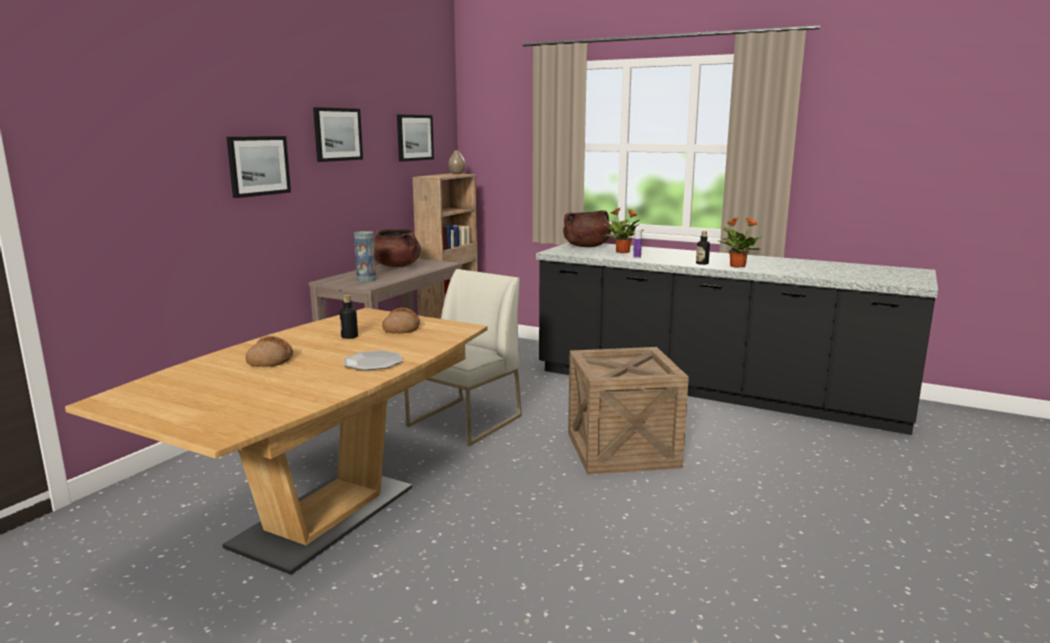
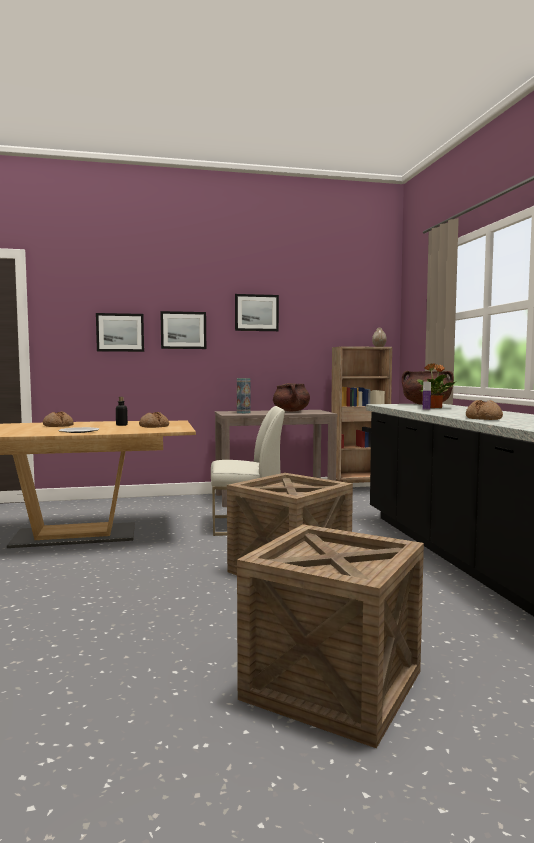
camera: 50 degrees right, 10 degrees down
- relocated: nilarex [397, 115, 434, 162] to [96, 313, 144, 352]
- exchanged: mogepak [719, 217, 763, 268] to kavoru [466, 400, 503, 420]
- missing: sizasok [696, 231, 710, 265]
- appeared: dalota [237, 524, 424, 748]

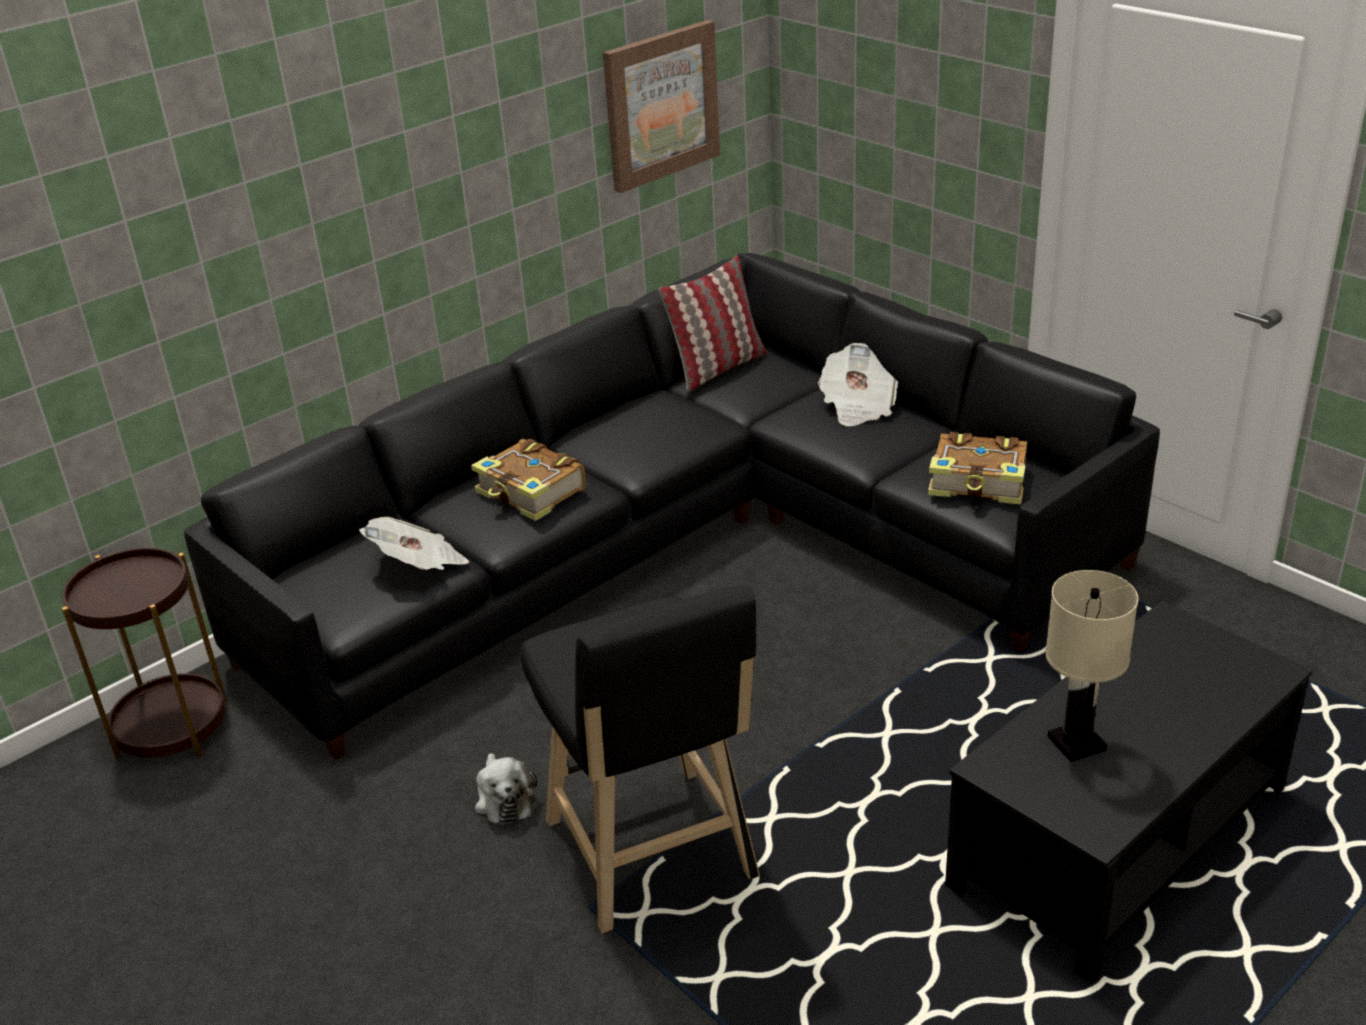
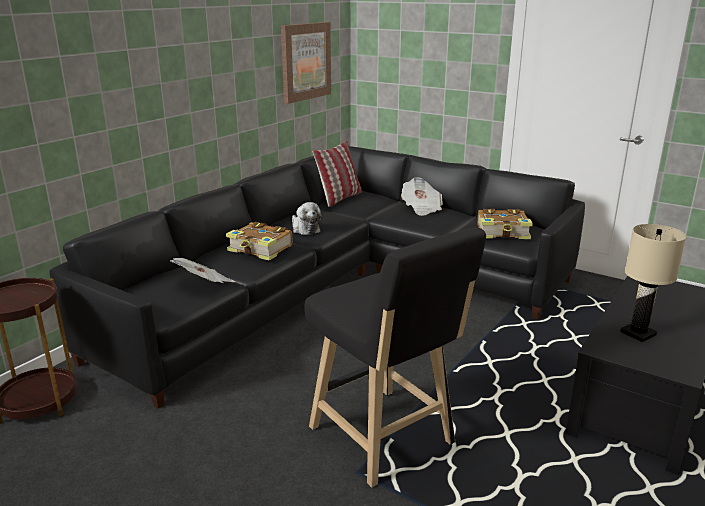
camera: 15 degrees left, 10 degrees down
- relocated: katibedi [475, 753, 538, 825] to [292, 202, 322, 235]

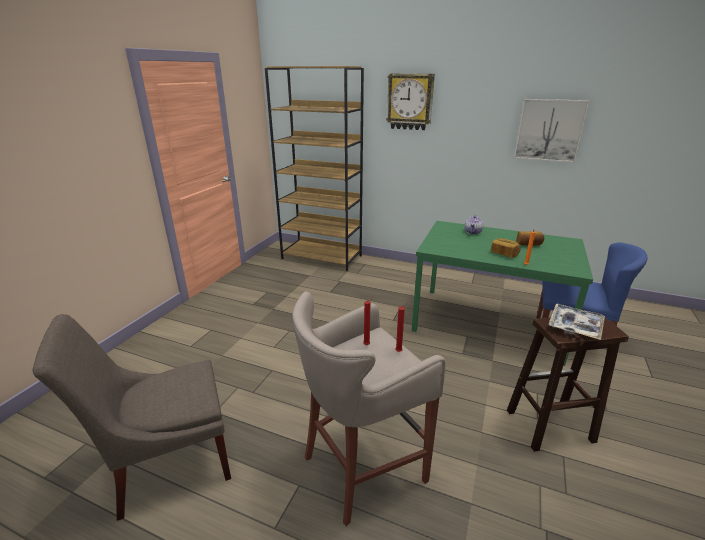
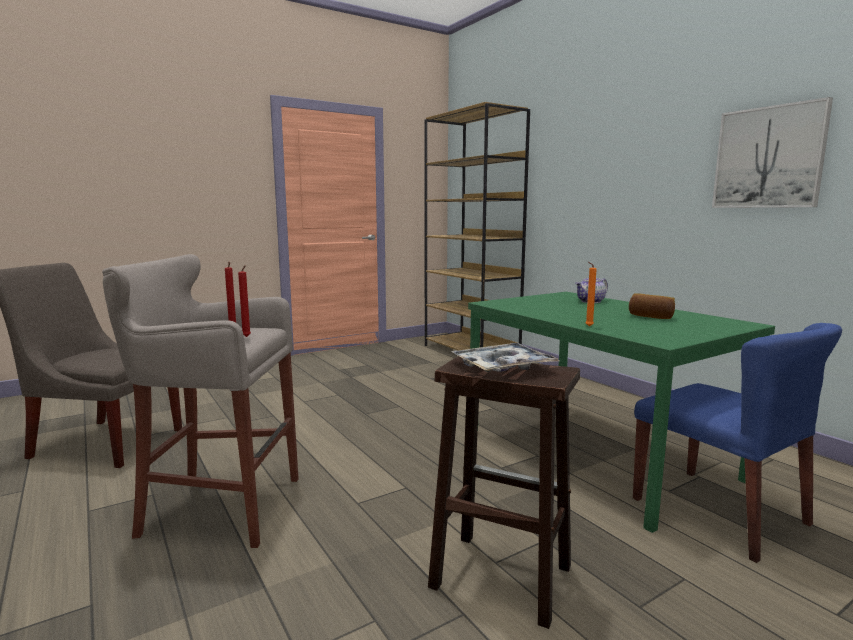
camera: 35 degrees right, 15 degrees down
- missing: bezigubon [386, 74, 435, 130]
- missing: kavoru [491, 238, 521, 258]

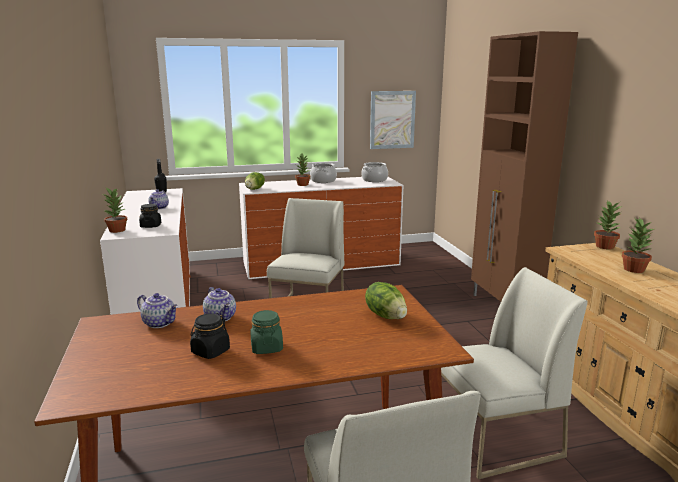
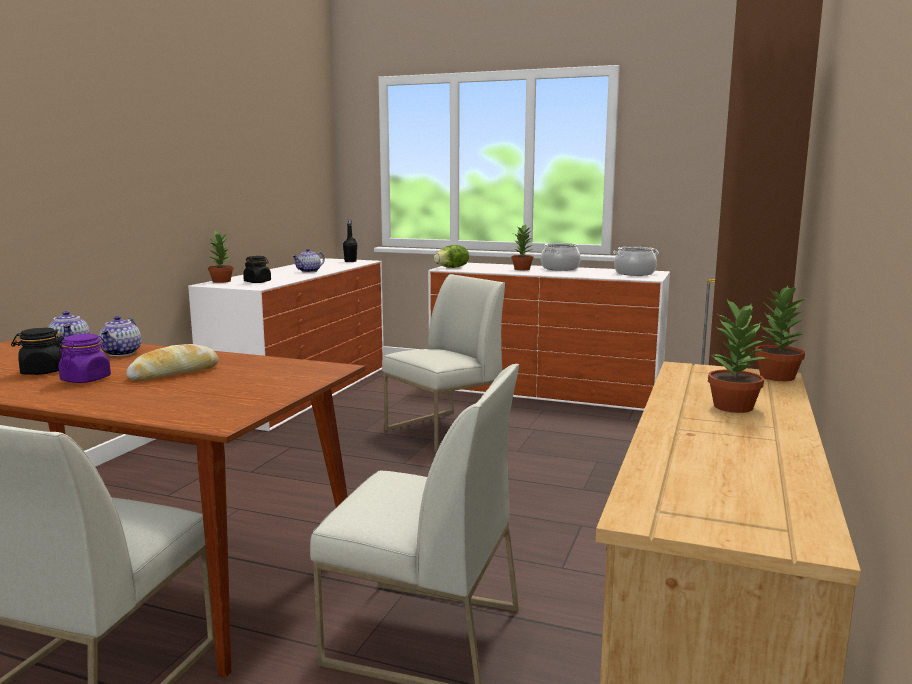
camera: 35 degrees right, 5 degrees down
- missing: nilarex [370, 91, 416, 149]
- missing: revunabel [365, 282, 407, 319]
- colour: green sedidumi [250, 310, 283, 354] to purple sedidumi [58, 334, 111, 383]
- appeared: kavoru [126, 344, 219, 381]

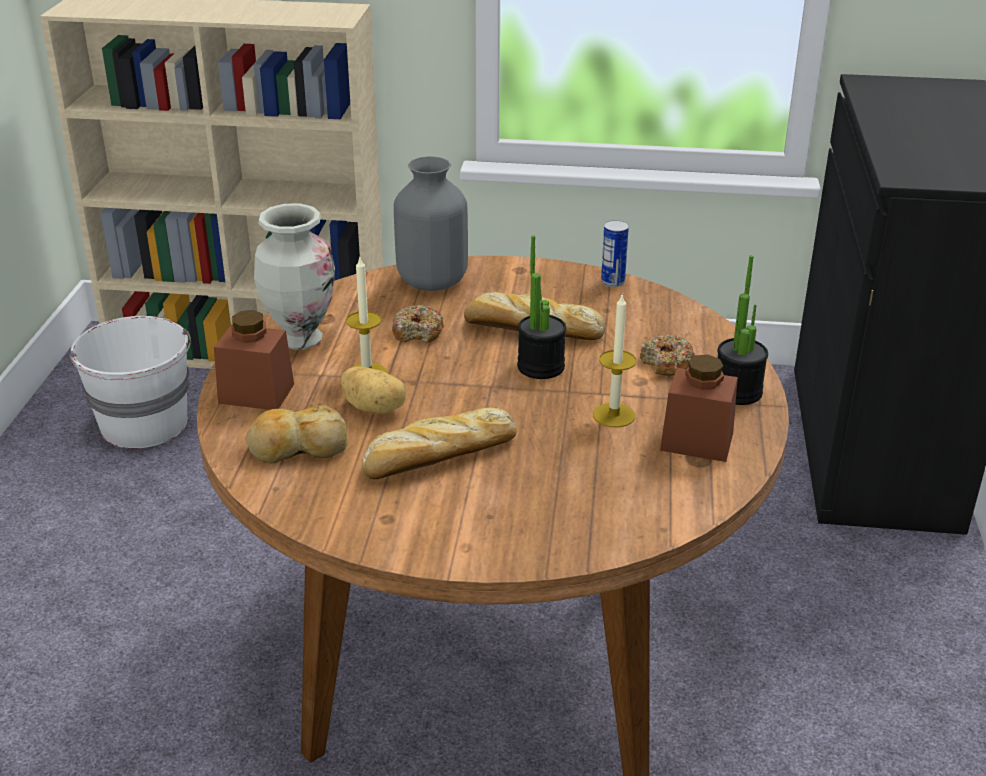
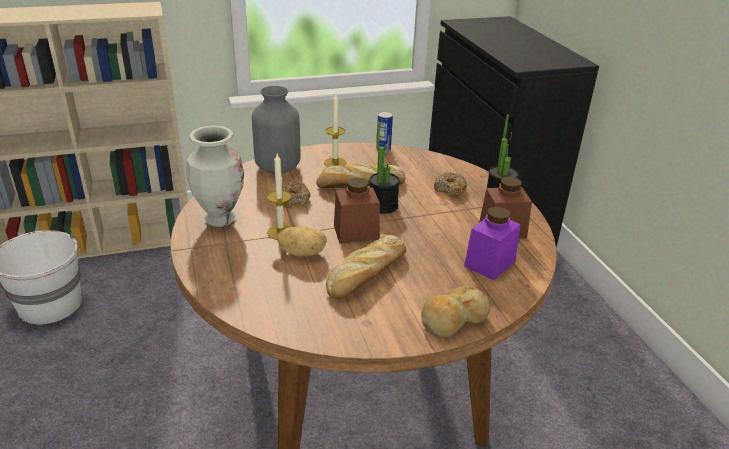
camera: 25 degrees left, 0 degrees up
- relocated: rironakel [593, 293, 636, 428] to [324, 94, 347, 167]
- relocated: brown sedidumi [214, 310, 294, 410] to [334, 177, 380, 243]
- relocated: kavoru [246, 405, 348, 464] to [421, 285, 490, 338]
- appeared: purple sedidumi [464, 206, 521, 280]

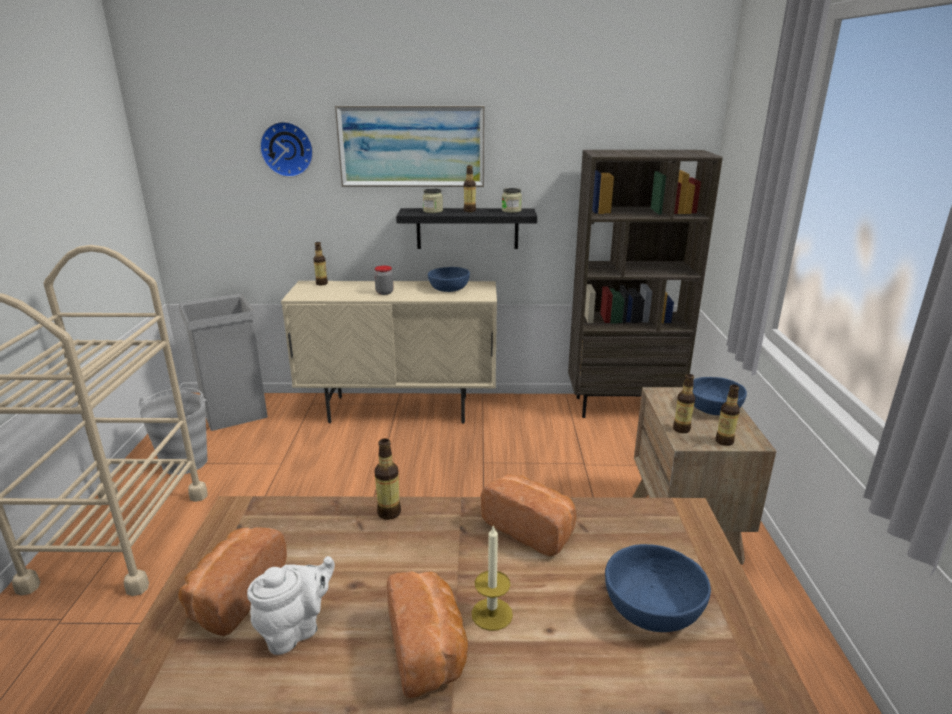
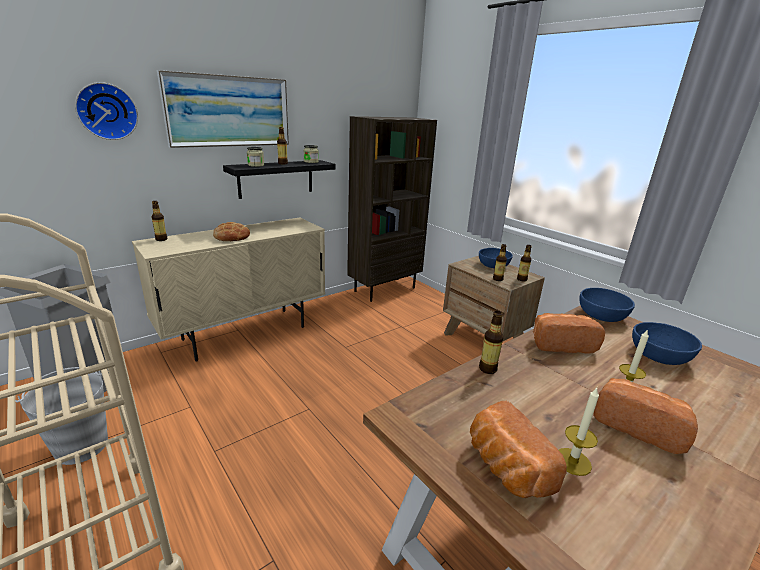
camera: 40 degrees left, 0 degrees up
- exchanged: sedidumi [374, 266, 394, 295] to kavoru [213, 222, 250, 241]
- relocated: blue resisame [428, 267, 470, 292] to [579, 288, 635, 322]
- exchanged: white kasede [247, 556, 335, 655] to rironakel [559, 388, 599, 476]

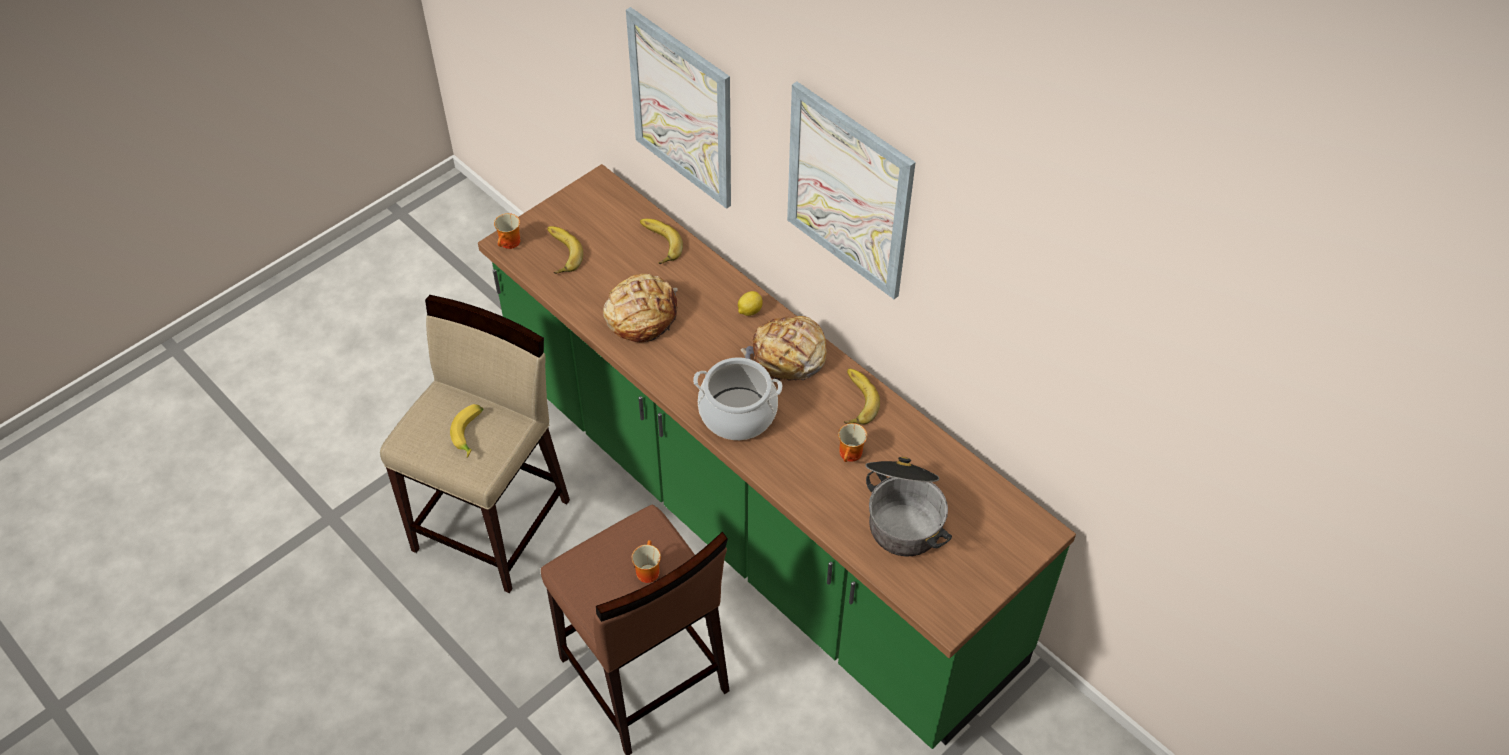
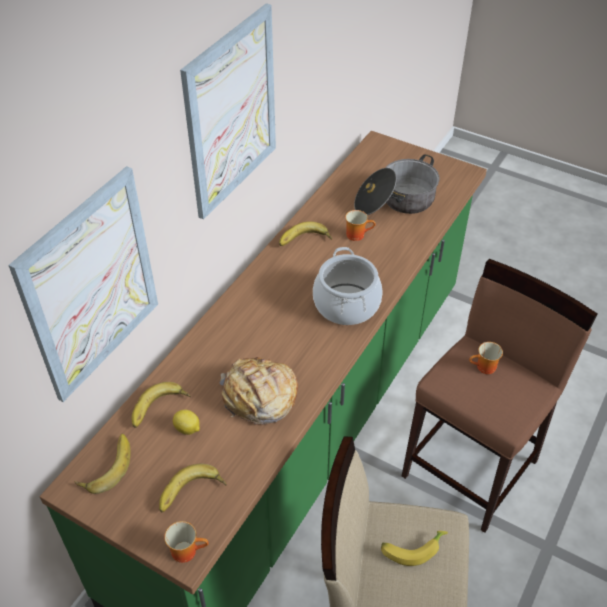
camera: 105 degrees left, 5 degrees down
- relocated: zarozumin [738, 291, 763, 316] to [173, 409, 200, 435]
- missing: kavoru [741, 316, 827, 383]
- appeared: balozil [74, 434, 130, 494]

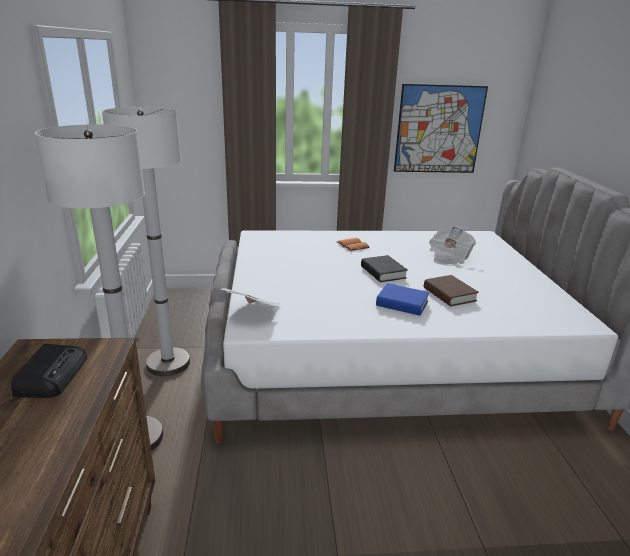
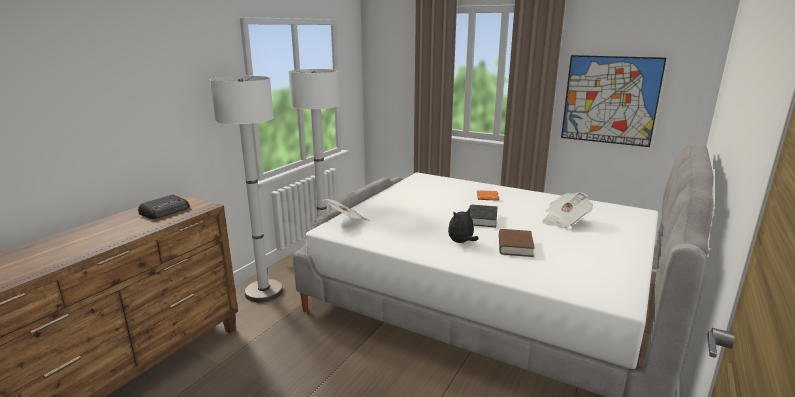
camera: 35 degrees right, 5 degrees down
- exchanged: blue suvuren [376, 283, 429, 316] to katibedi [448, 208, 479, 243]

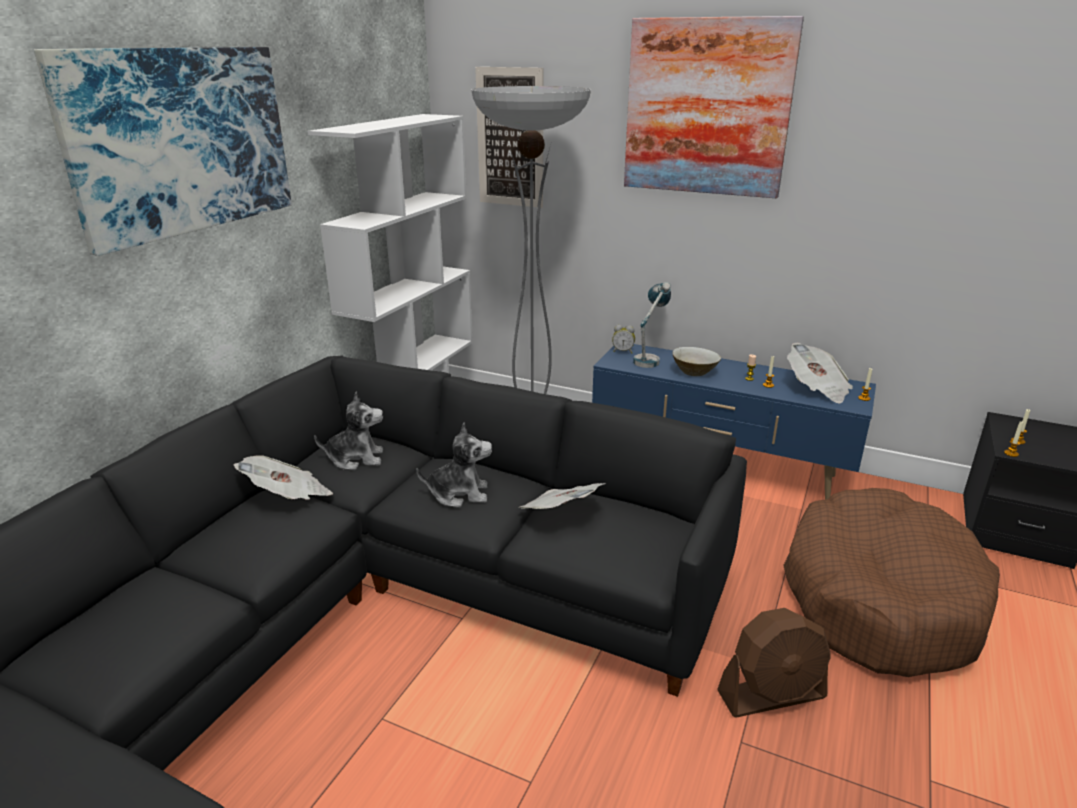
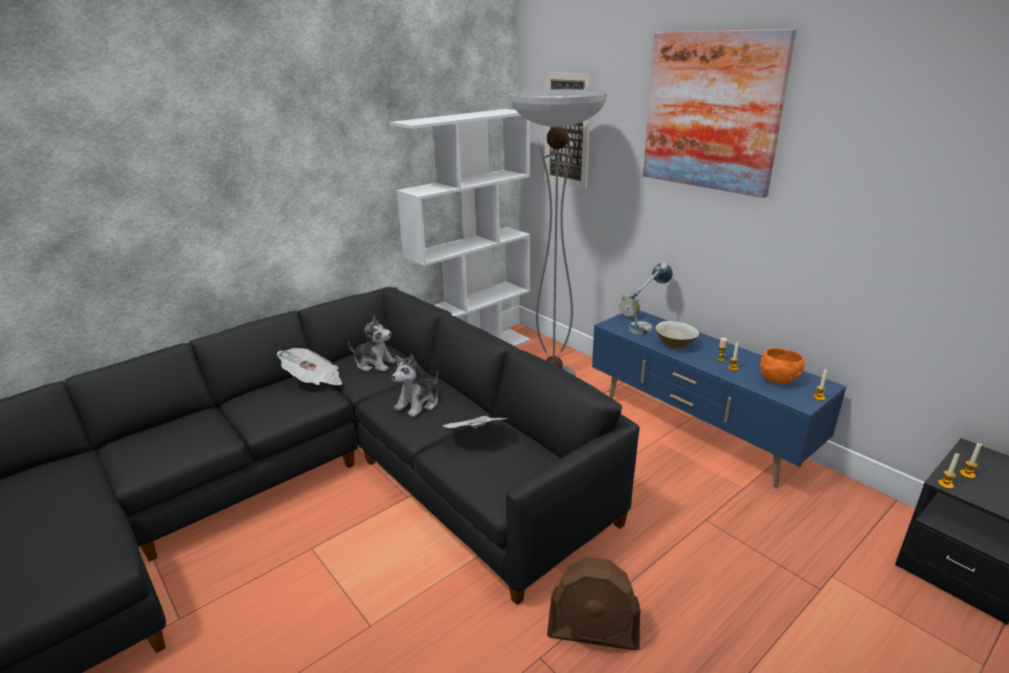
camera: 25 degrees right, 0 degrees up
- missing: nilarex [34, 47, 292, 256]
- exchanged: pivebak [787, 343, 853, 404] to orange resisame [760, 348, 805, 384]
- spun: katibedi [416, 423, 492, 508] = [392, 354, 438, 417] 105 degrees clockwise
- missing: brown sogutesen [783, 488, 1000, 677]

